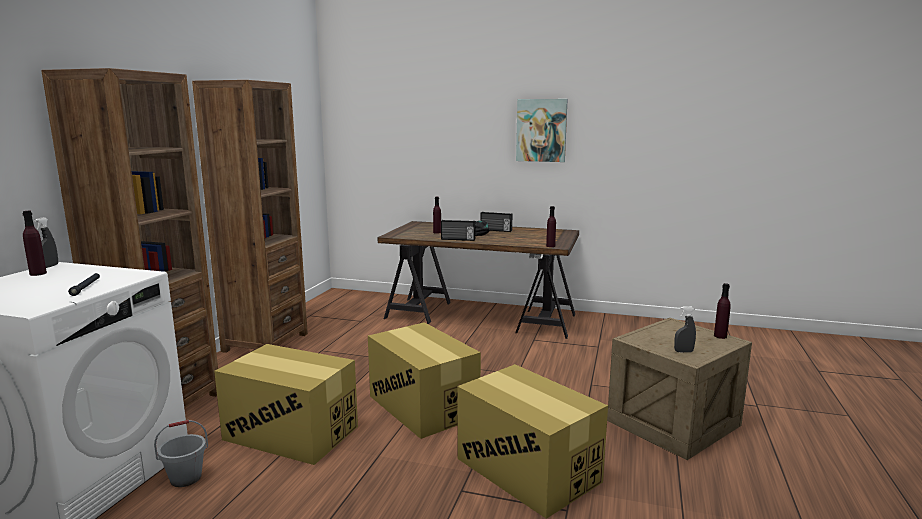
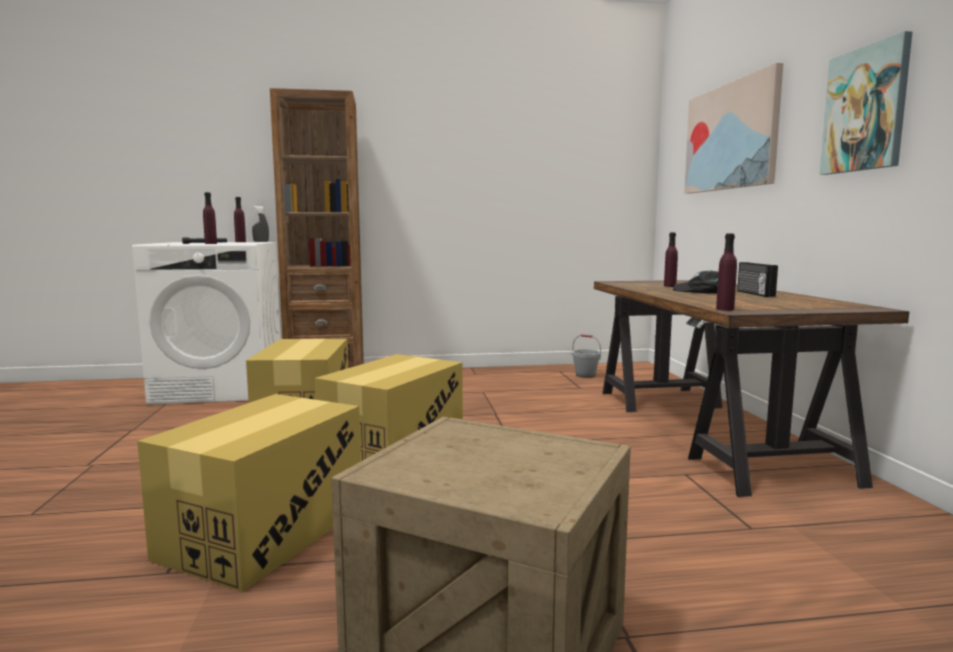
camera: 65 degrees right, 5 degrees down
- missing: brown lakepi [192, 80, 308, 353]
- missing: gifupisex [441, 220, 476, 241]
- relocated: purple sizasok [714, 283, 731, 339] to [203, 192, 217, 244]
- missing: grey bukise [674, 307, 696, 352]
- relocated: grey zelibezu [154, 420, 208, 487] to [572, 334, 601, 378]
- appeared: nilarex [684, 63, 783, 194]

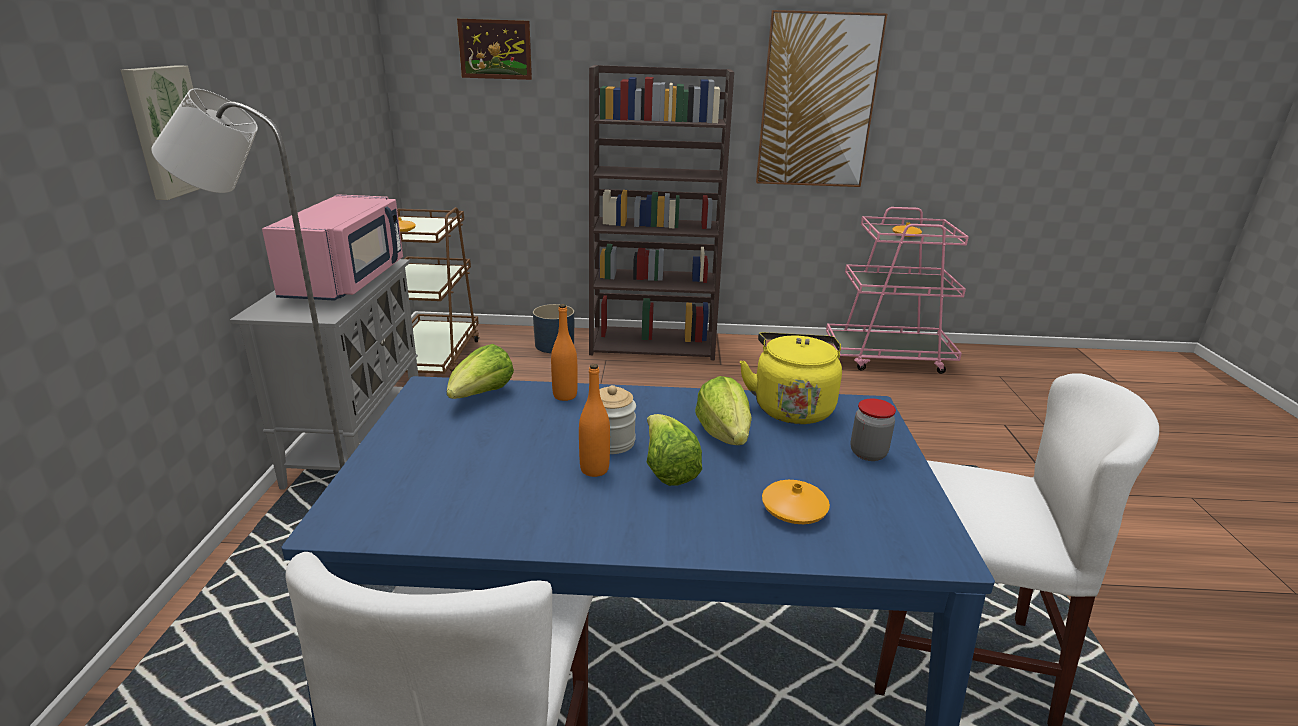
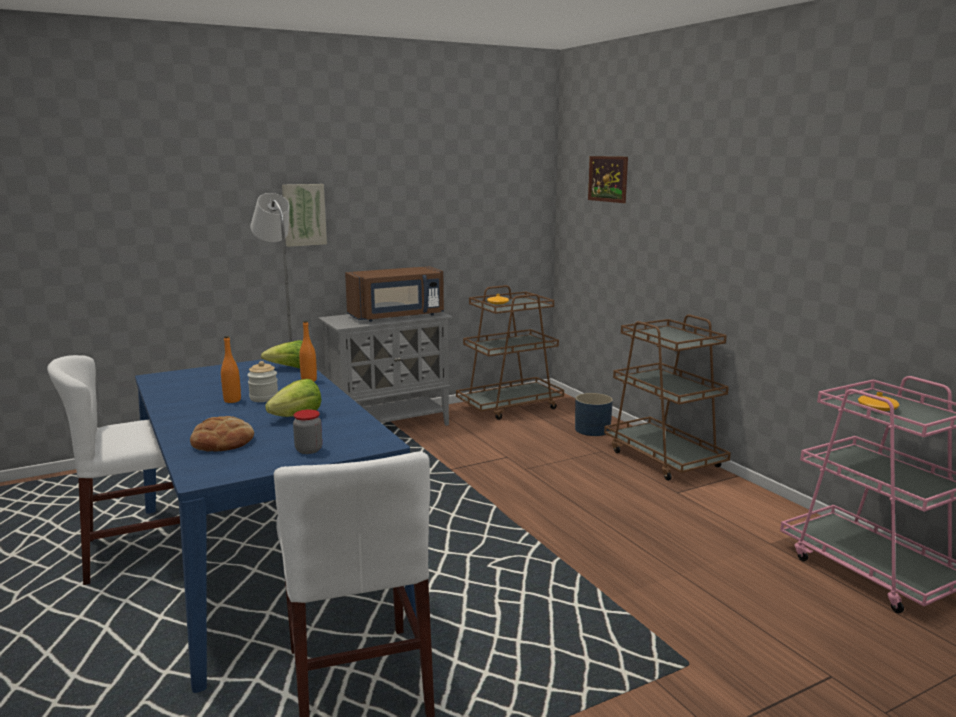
camera: 60 degrees right, 10 degrees down
- missing: nilarex [756, 10, 887, 187]
- exchanged: brown lakepi [589, 65, 734, 360] to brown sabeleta [604, 314, 731, 481]
- colour: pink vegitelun [262, 194, 403, 301] to brown vegitelun [345, 266, 444, 322]
- missing: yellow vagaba [740, 332, 842, 424]
- missing: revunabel [647, 414, 702, 486]
- exchanged: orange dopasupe [762, 480, 830, 524] to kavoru [190, 416, 254, 452]

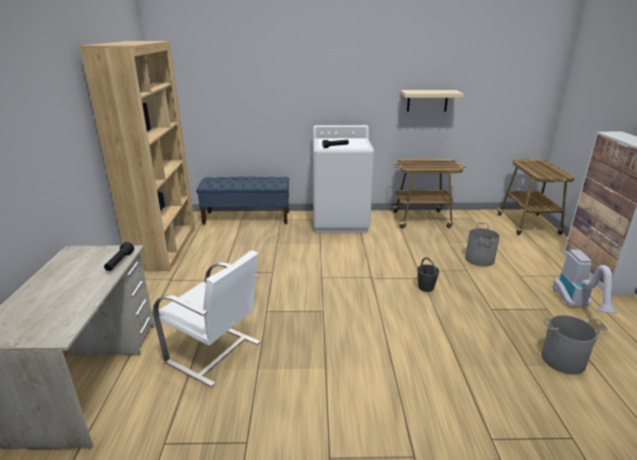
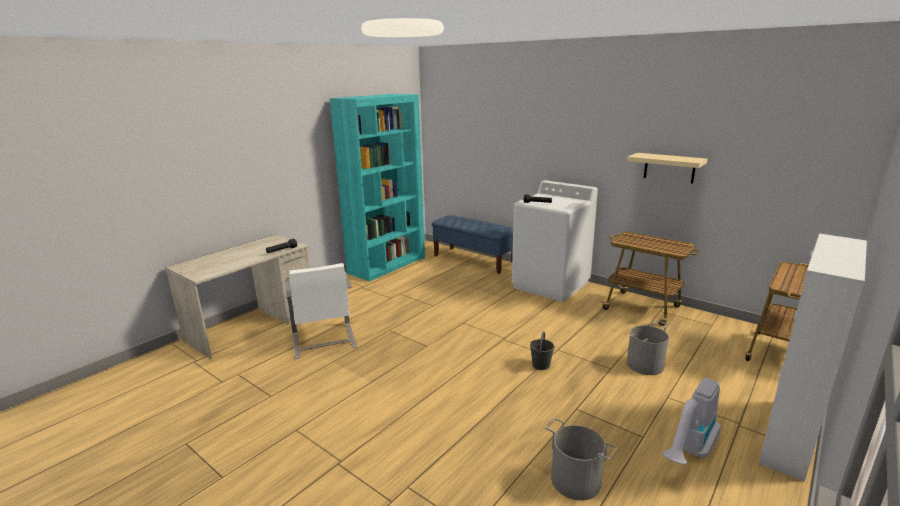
camera: 40 degrees right, 5 degrees down
- colour: brown lakepi [79, 41, 195, 271] to turquoise lakepi [329, 94, 425, 281]

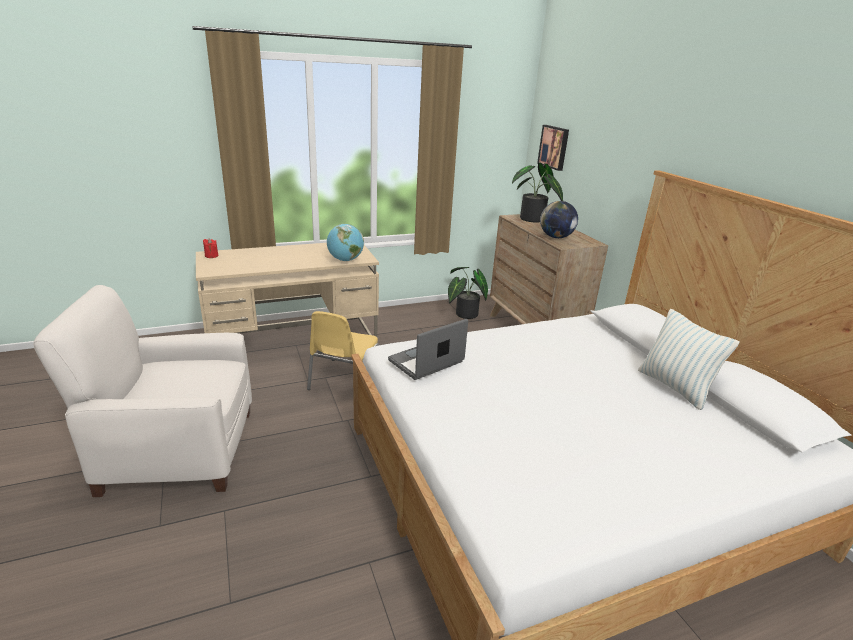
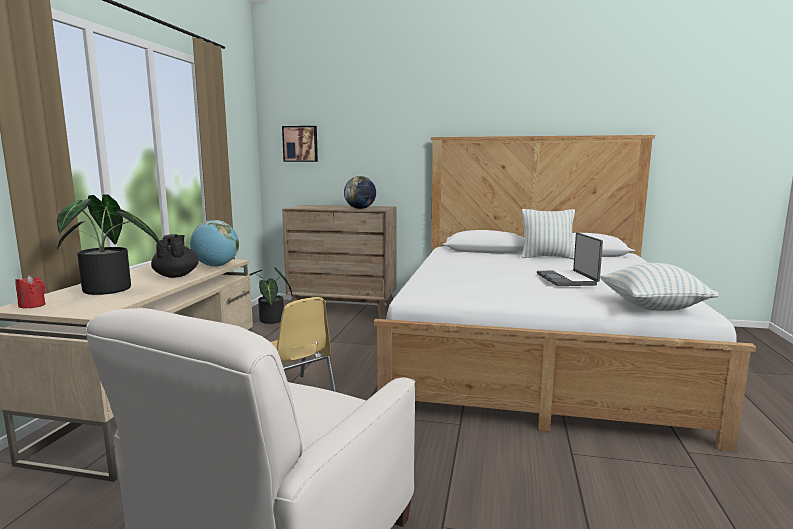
camera: 55 degrees left, 15 degrees down
- relocated: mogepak [512, 163, 563, 223] to [57, 194, 163, 295]
- relocated: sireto [388, 319, 468, 380] to [537, 233, 603, 286]
- appeared: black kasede [151, 234, 199, 278]
- appeared: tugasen [600, 263, 719, 311]

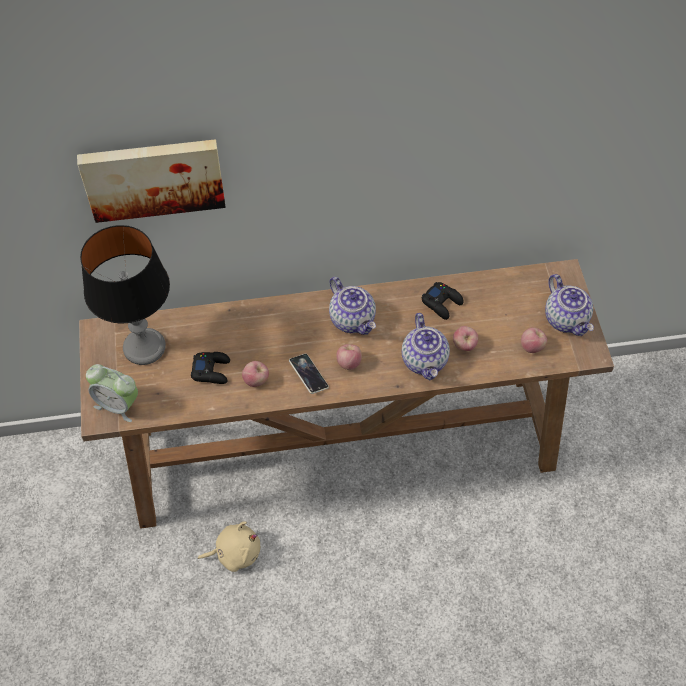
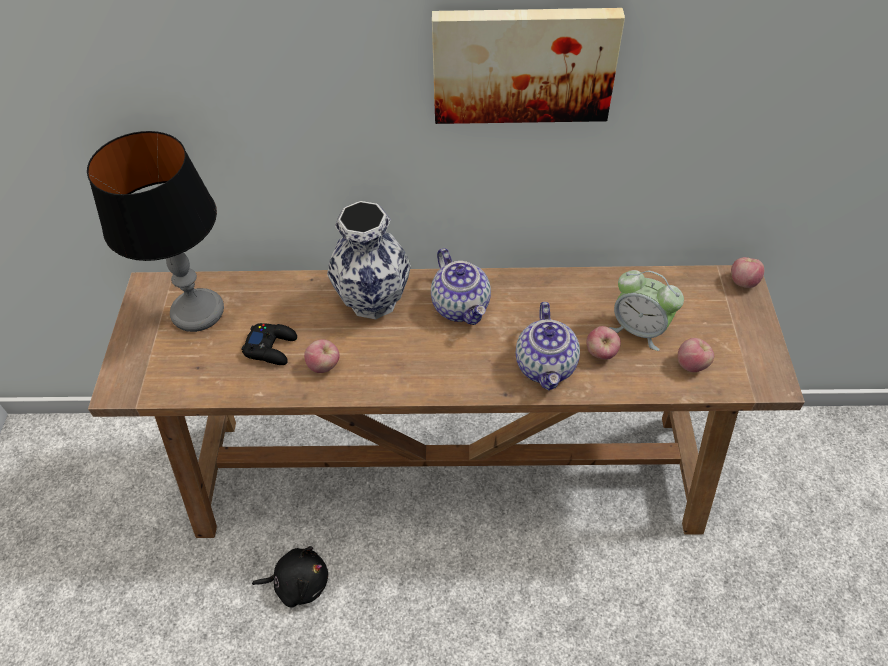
camera: 10 degrees right, 5 degrees down
- relocated: nilarex [77, 139, 226, 223] to [432, 8, 625, 124]
- missing: kasede [545, 274, 594, 336]
- missing: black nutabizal [422, 282, 464, 320]
- relocated: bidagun [336, 344, 362, 370] to [731, 257, 764, 288]
- missing: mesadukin [289, 354, 329, 394]
- relocated: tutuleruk [86, 364, 138, 422] to [609, 270, 684, 351]
- colour: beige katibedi [198, 521, 260, 572] to black katibedi [252, 546, 328, 608]
- appeared: dopasupe [327, 201, 411, 320]

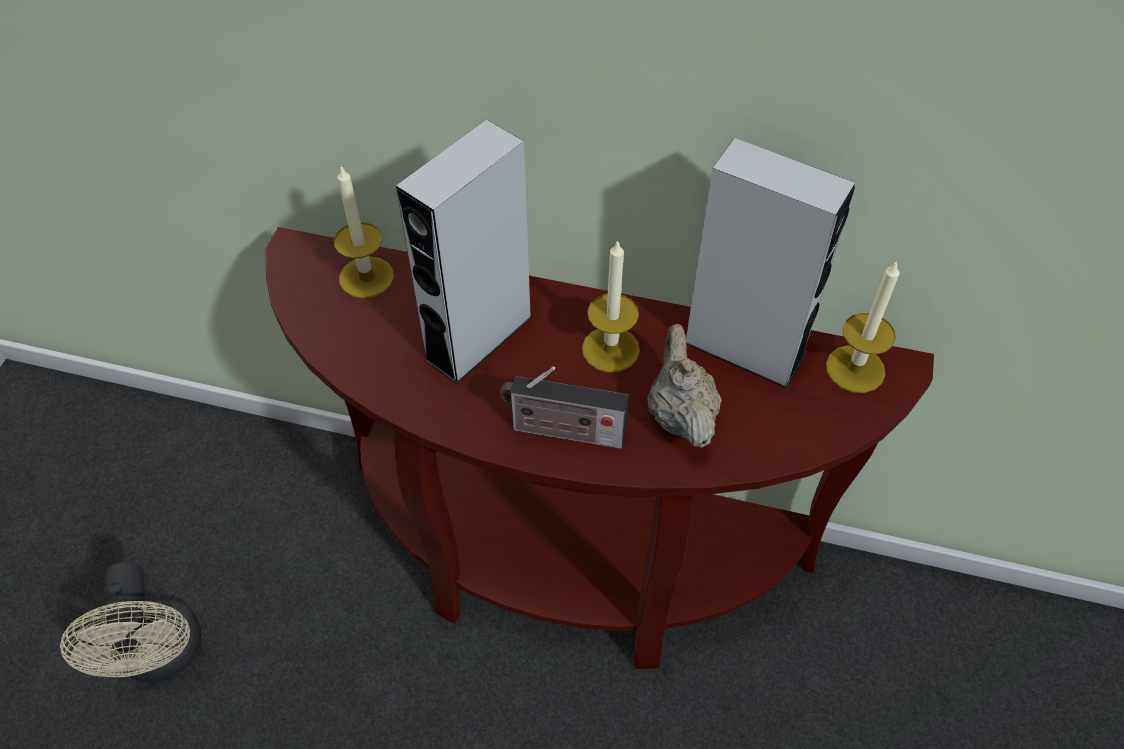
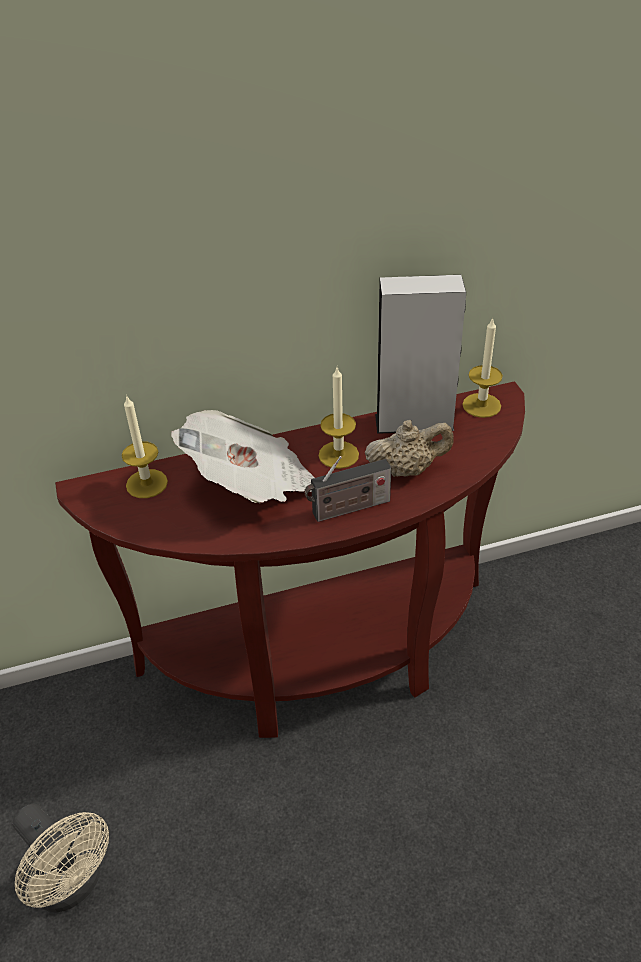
camera: 30 degrees left, 10 degrees down
- exchanged: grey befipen [396, 119, 533, 384] to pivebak [171, 410, 314, 503]
- spun: beige kasede [647, 323, 722, 448] = [365, 420, 454, 477] 120 degrees clockwise

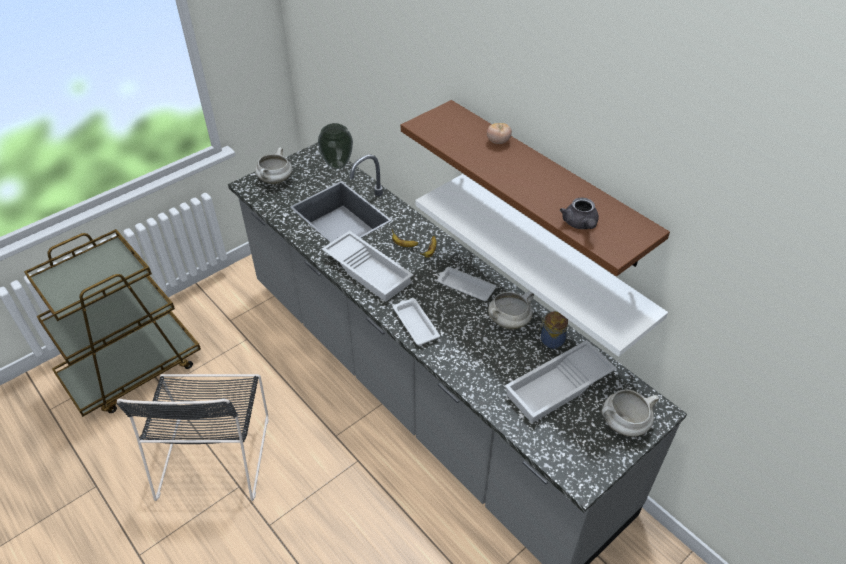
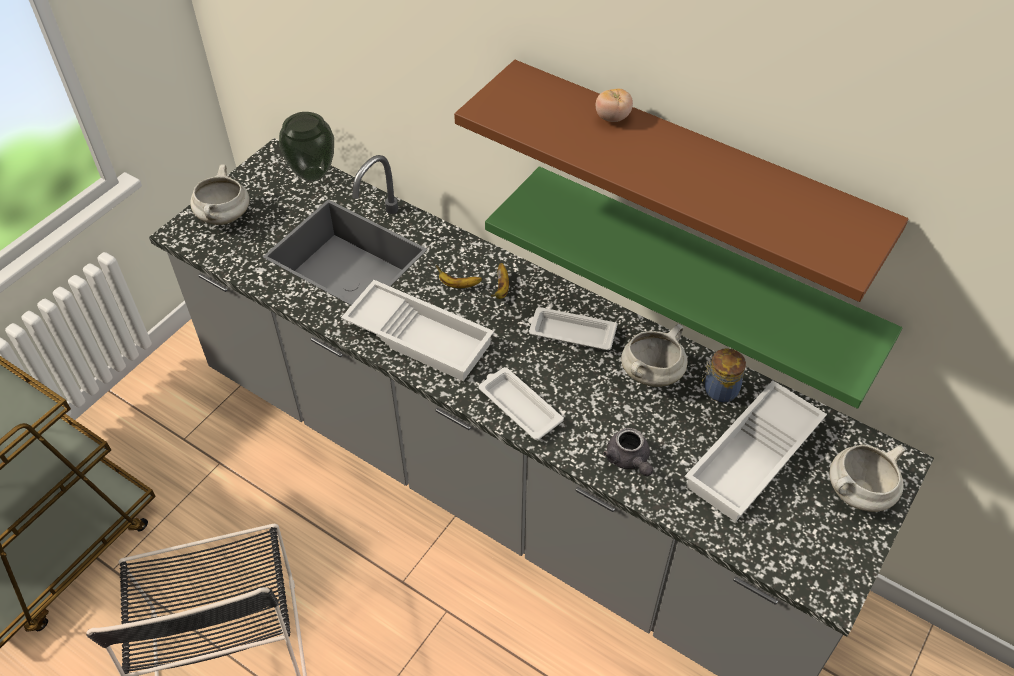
camera: 15 degrees left, 5 degrees up
- colour: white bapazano [415, 174, 668, 357] to green bapazano [485, 166, 902, 409]
- relocated: grey kasede [560, 198, 599, 229] to [603, 428, 653, 476]

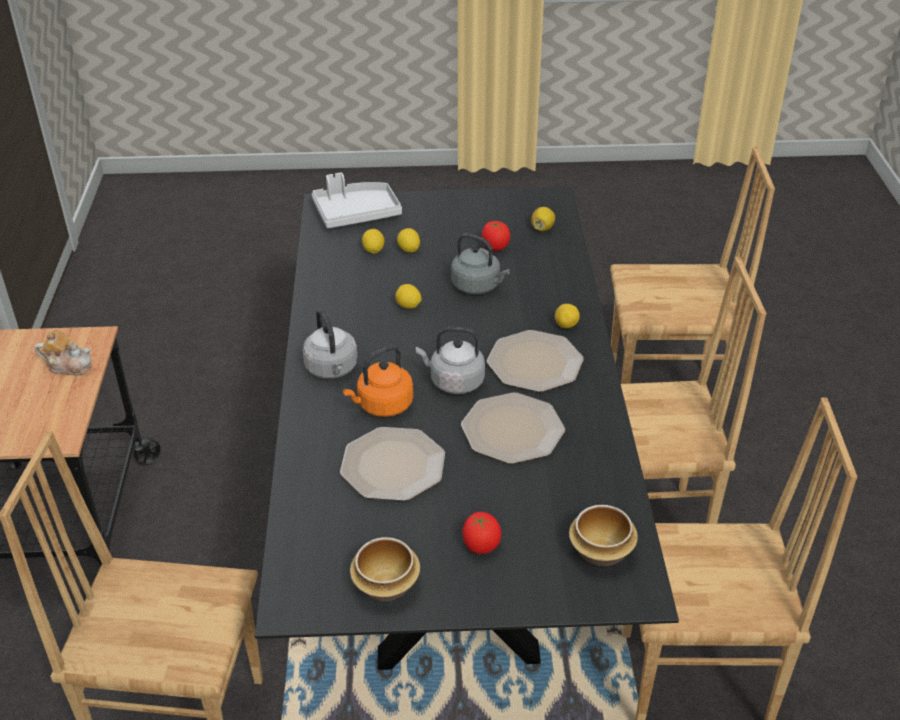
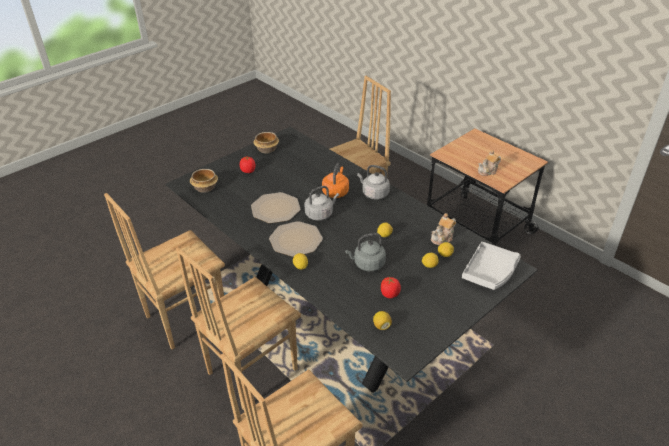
camera: 140 degrees right, 0 degrees up
- missing: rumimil [340, 427, 445, 501]
- appeared: kasede [431, 213, 456, 245]

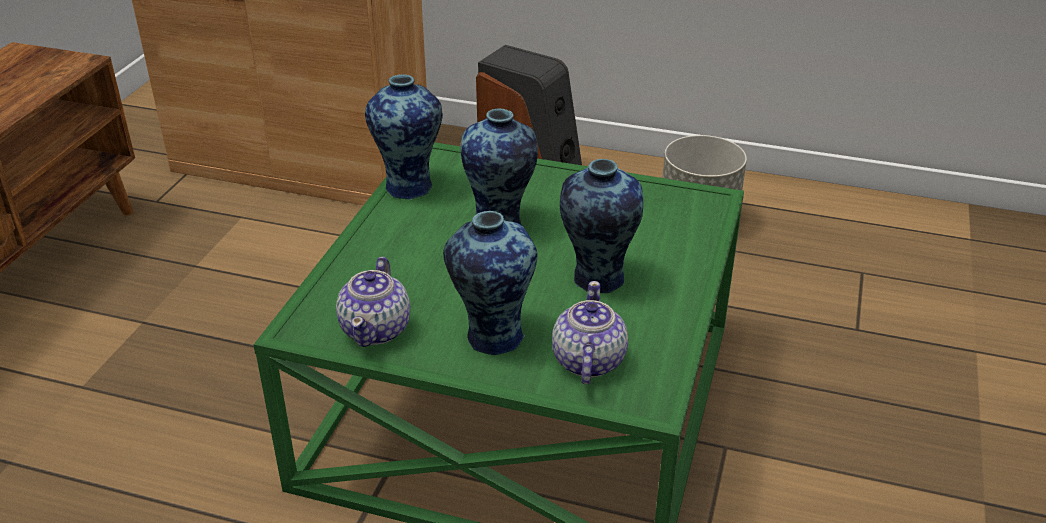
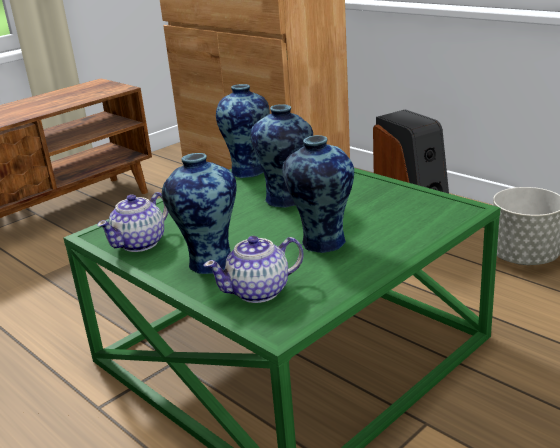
camera: 30 degrees right, 10 degrees down
- spun: kasede [552, 281, 628, 385] = [203, 236, 304, 303] 150 degrees counterclockwise

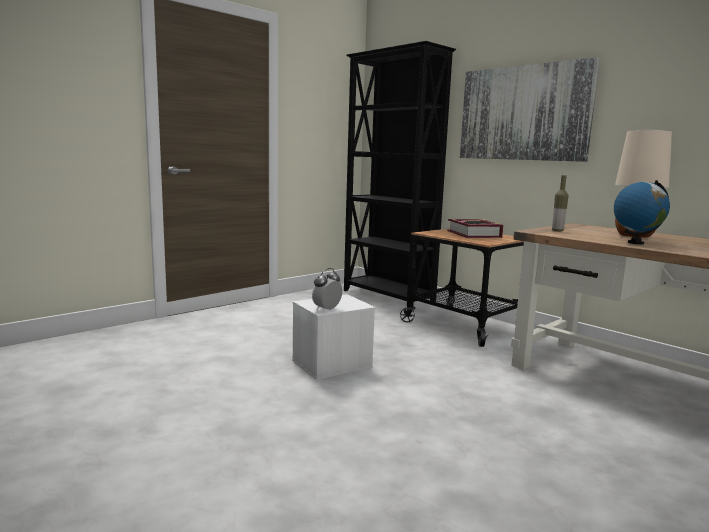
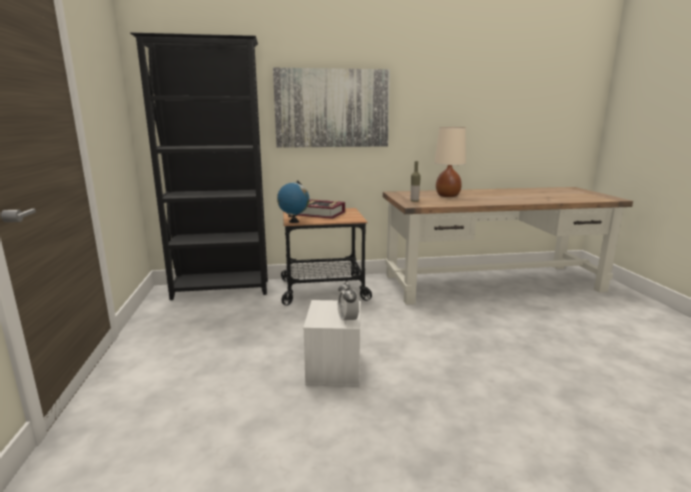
camera: 55 degrees left, 5 degrees up
- relocated: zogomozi [614, 180, 670, 245] to [277, 180, 309, 223]

